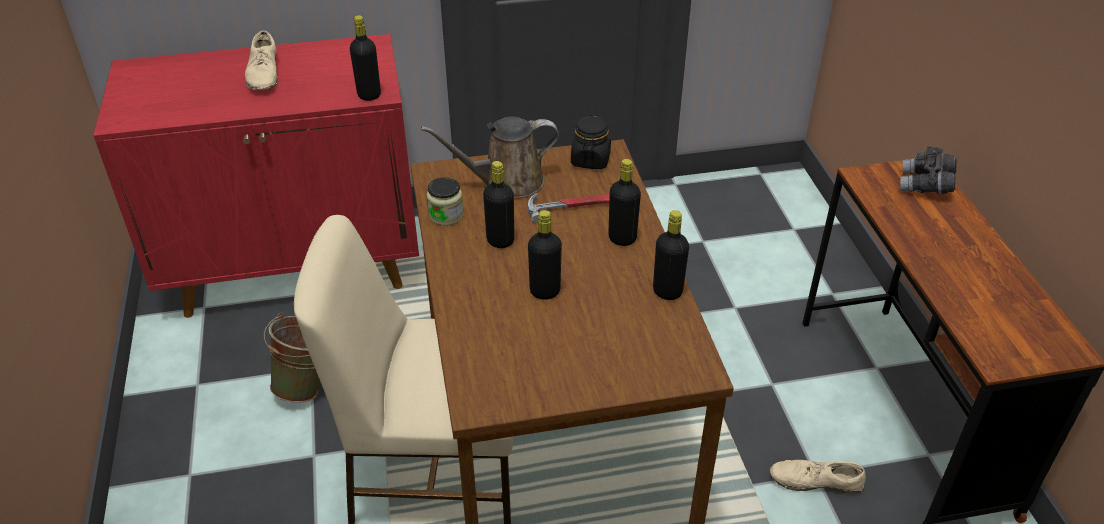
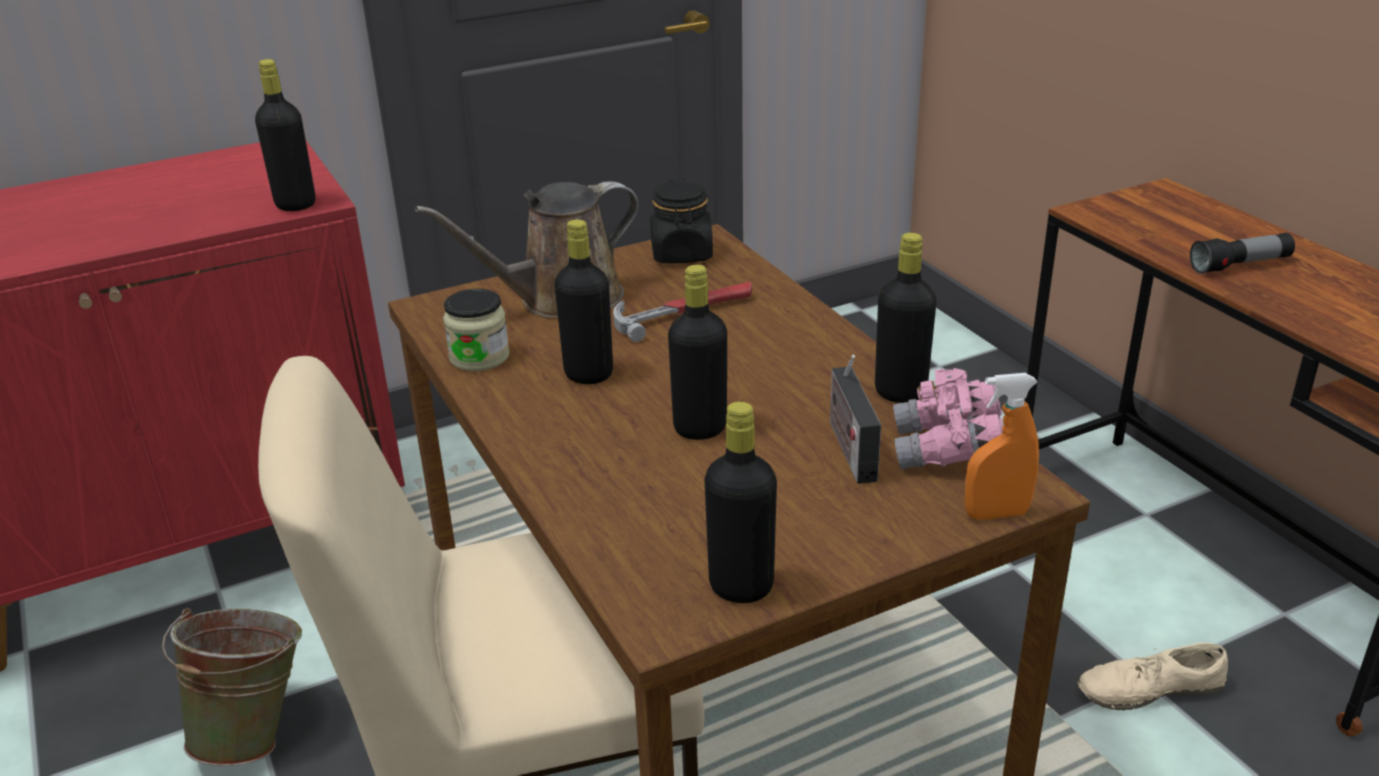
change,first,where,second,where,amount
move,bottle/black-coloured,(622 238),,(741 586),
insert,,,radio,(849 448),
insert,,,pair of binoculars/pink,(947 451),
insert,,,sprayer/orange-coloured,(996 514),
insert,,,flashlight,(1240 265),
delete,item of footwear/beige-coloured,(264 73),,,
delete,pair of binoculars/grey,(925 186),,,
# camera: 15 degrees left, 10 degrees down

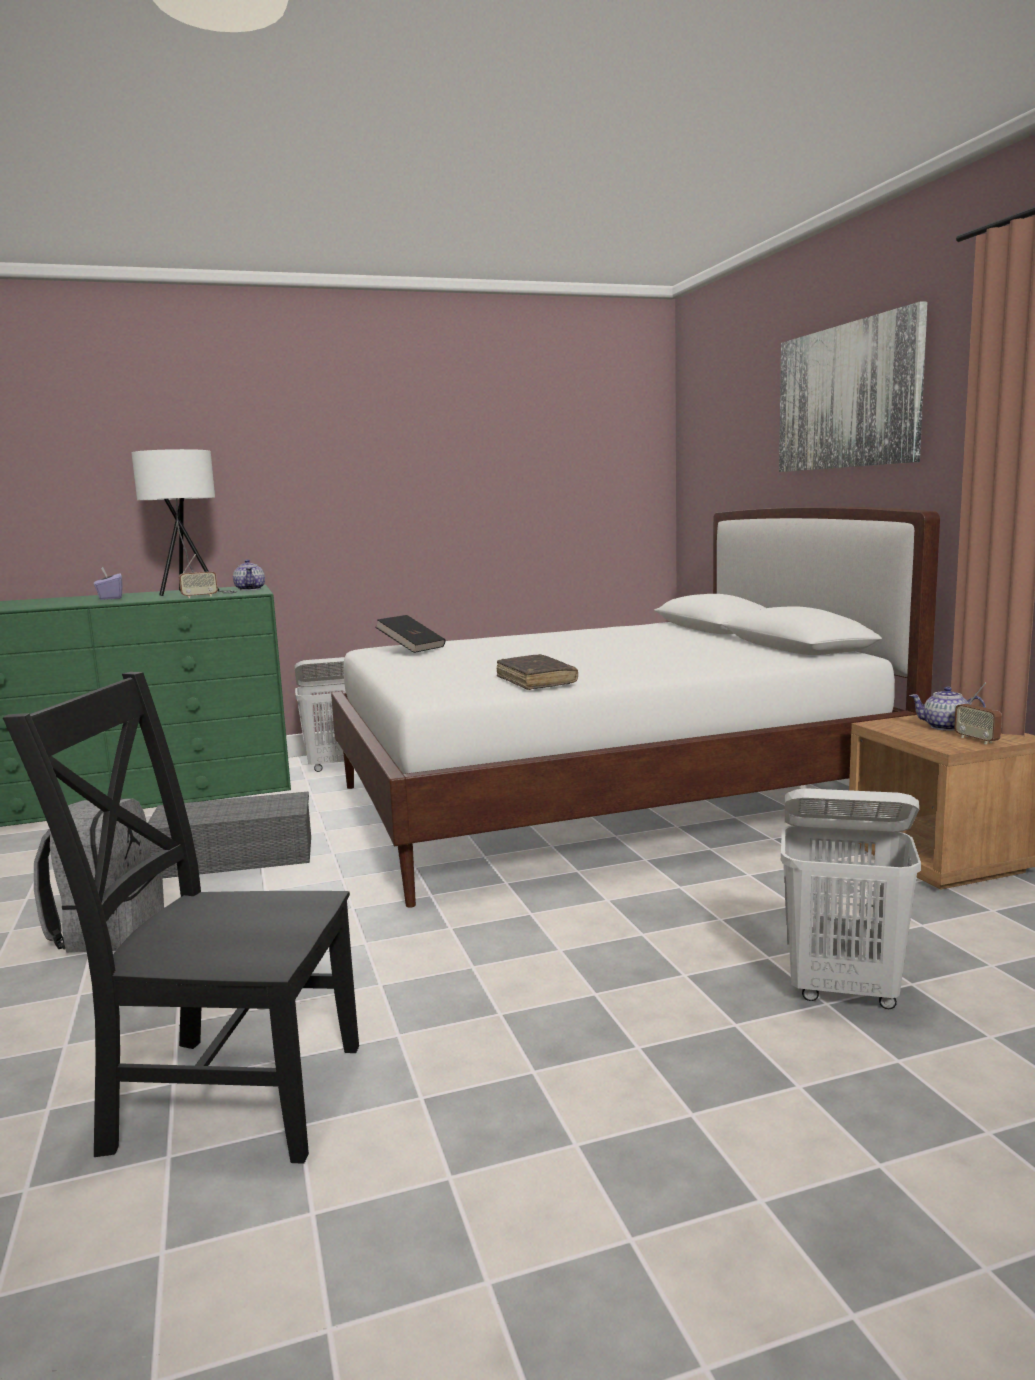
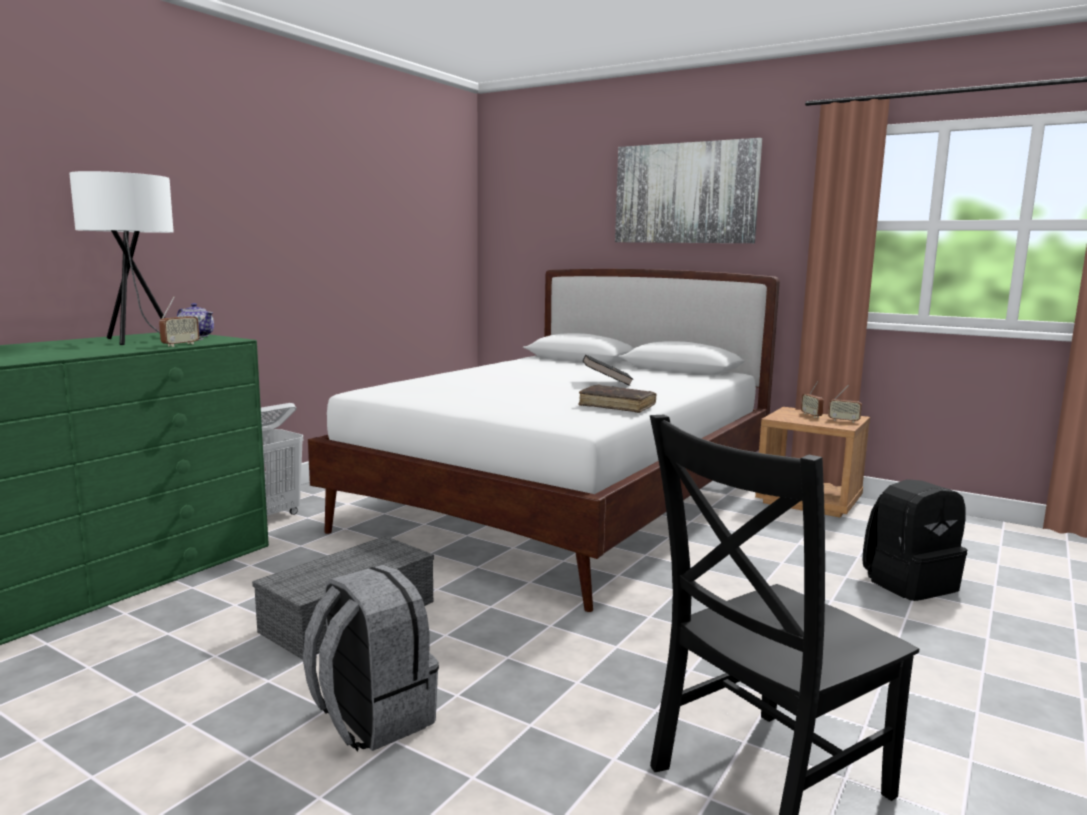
change,first,where,second,where,amount
move,bound book/black-coloured,(411 648),,(606 383),
replace,tea pot,(946 727),radio,(811 415),
replace,hamper/whitish,(844 991),knapsack/black-coloured,(909 583),
delete,box of tissues/purple-coloured,(110 598),,,
# camera: 40 degrees left, 0 degrees up

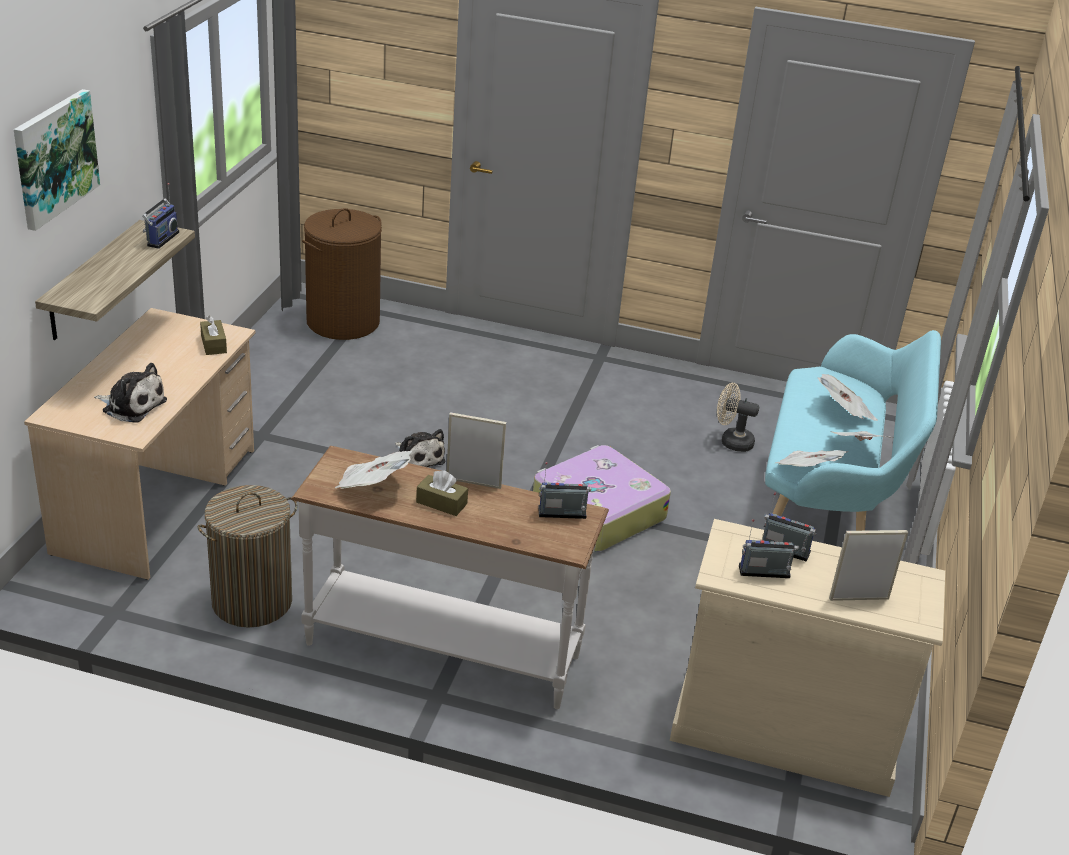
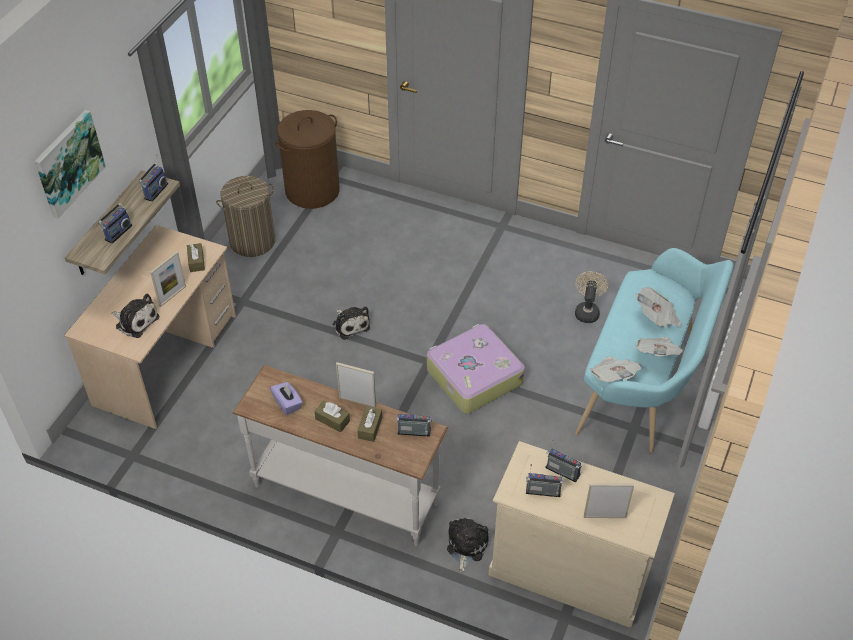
change,first,where,second,where,amount
insert,,,radio,(117 232),
insert,,,photo frame,(172 296),
move,hamper,(252 602),,(252 241),
replace,printed paper,(372 486),box of tissues/purple-coloured,(287 404),
insert,,,box of tissues/brownish,(370 427),
insert,,,plush toy,(466 546),
rotate,cooling fan/beige-coloured,(731 441),,(587 311),75 degrees clockwise
# camera: 10 degrees right, 15 degrees up

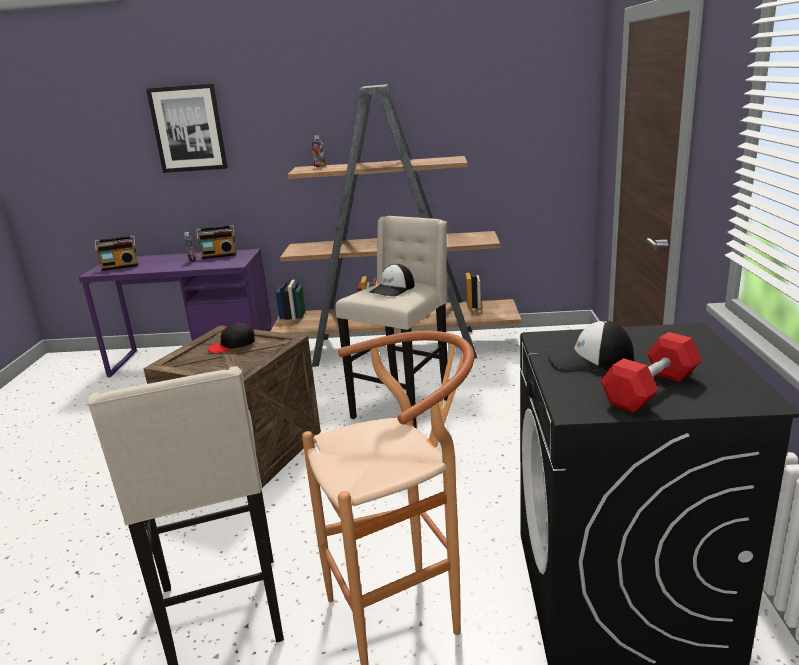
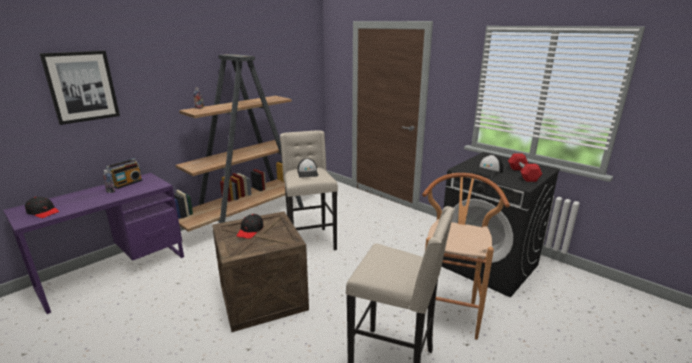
change,first,where,second,where,amount
replace,radio,(120 266),cap/black-coloured,(43 212),
# camera: 50 degrees left, 0 degrees up

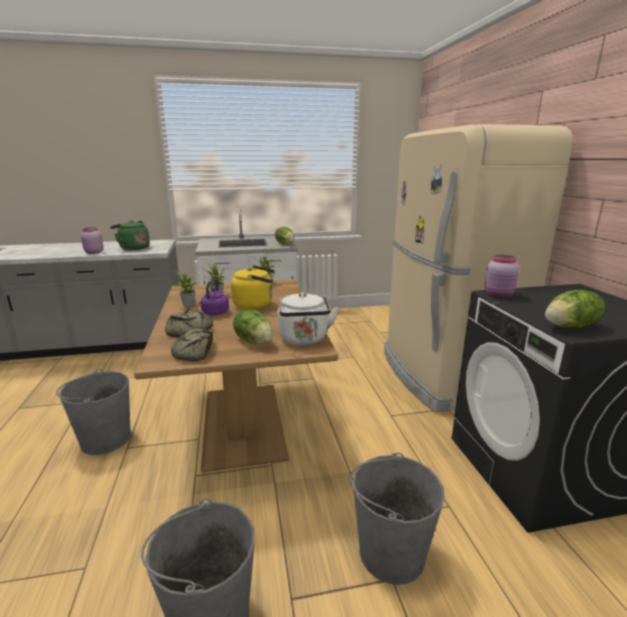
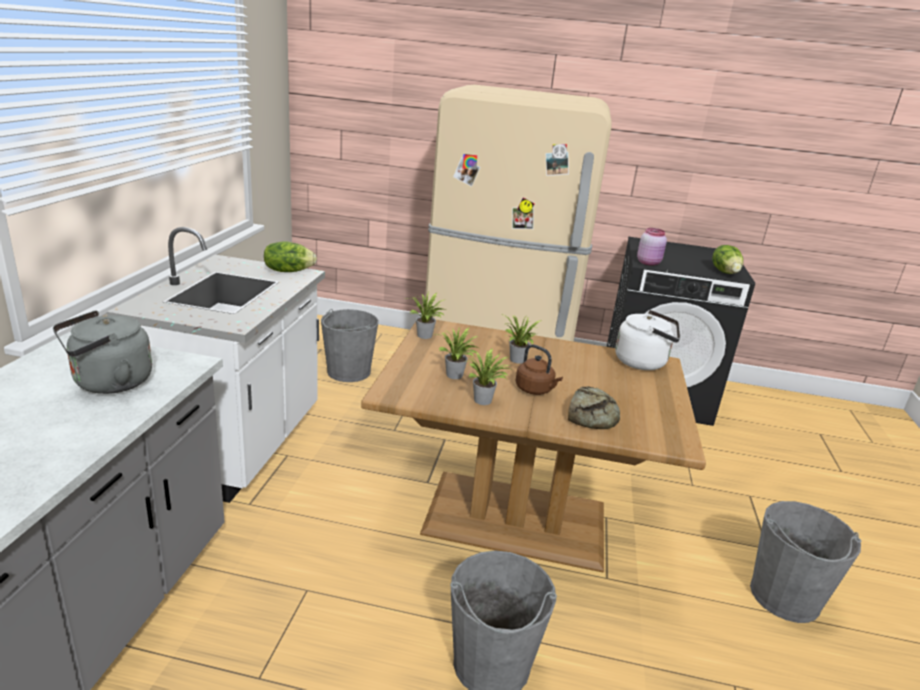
change,first,where,second,where,amount
recolor,kettle/green-coloured,(133 248),kettle/grey,(108 383),
move,bucket/grey,(391 552),,(348 372),
replace,kettle/yellowish,(255 304),potted plant,(517 361),
recolor,kettle/purple-coloured,(214 313),kettle/brownish,(535 390),
delete,storage jar/pink,(94 253),,,
delete,baked bread,(194 352),,,
delete,lettuce,(254 341),,,
# camera: 70 degrees left, 5 degrees up

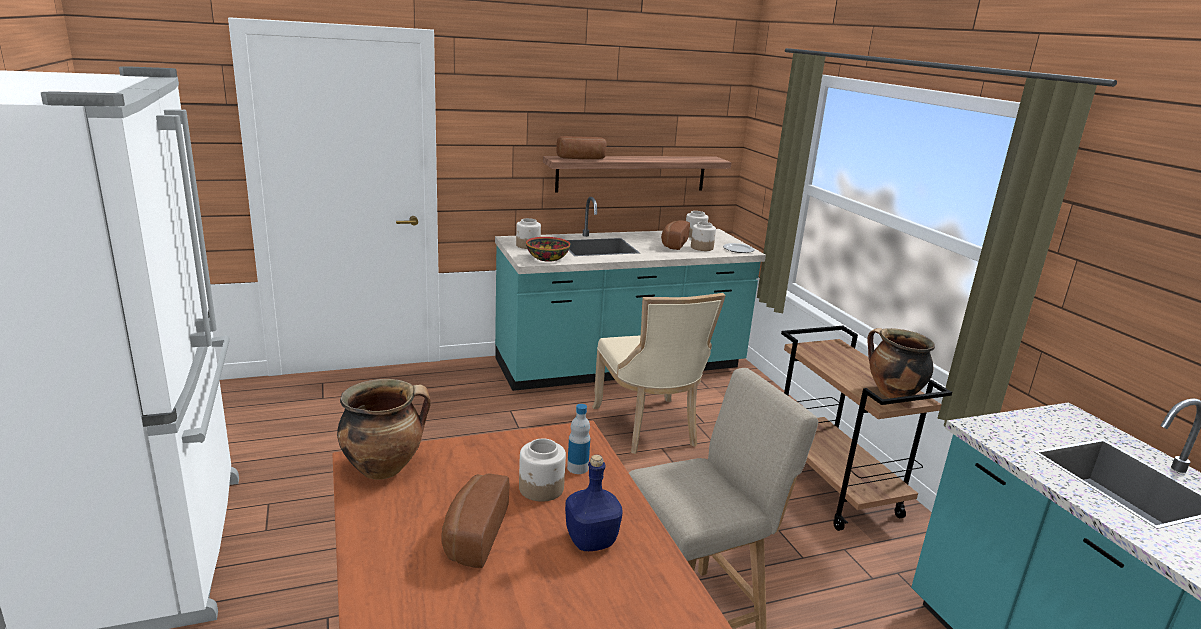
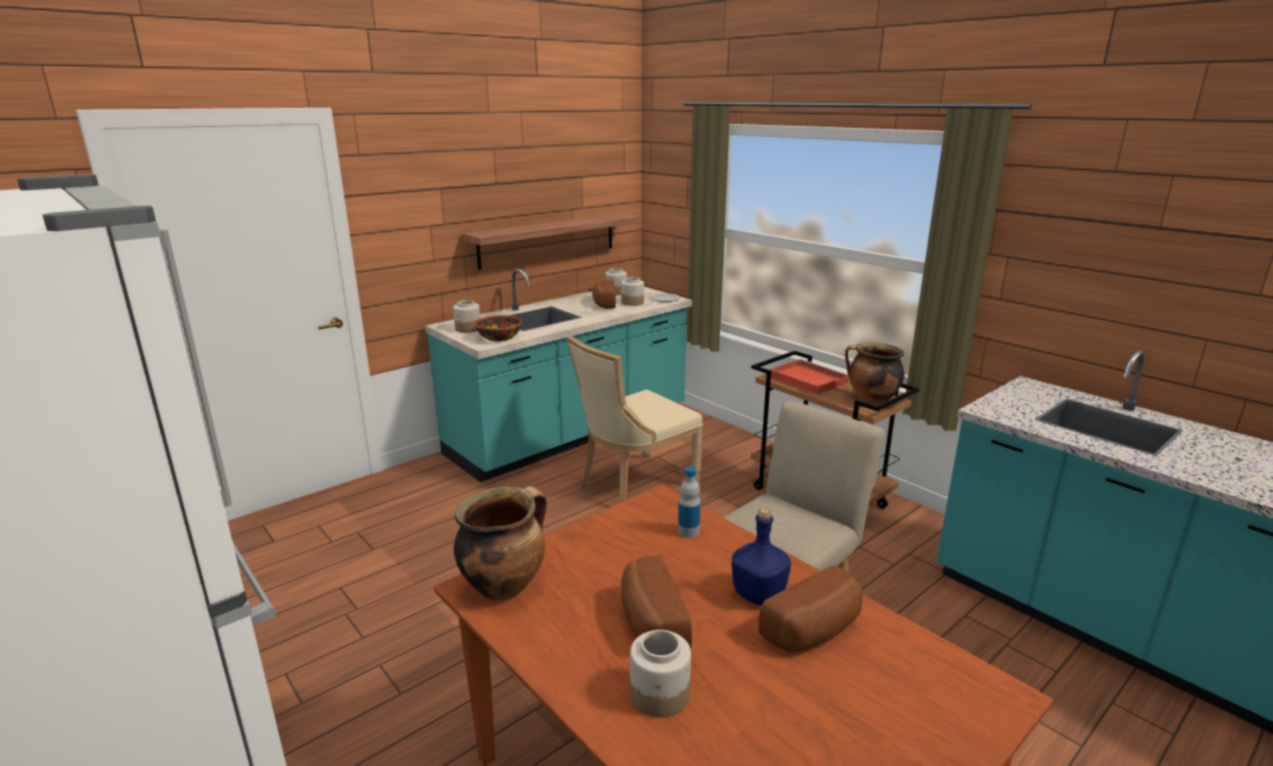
change,first,where,second,where,amount
rotate,upright chair/beige-coloured,(648 428),,(634 485),90 degrees clockwise
move,storage jar,(541 488),,(660 695),
move,baked bread,(582 159),,(815 631),
insert,,,serving tray/red-coloured,(806 379),
# camera: 20 degrees left, 0 degrees up

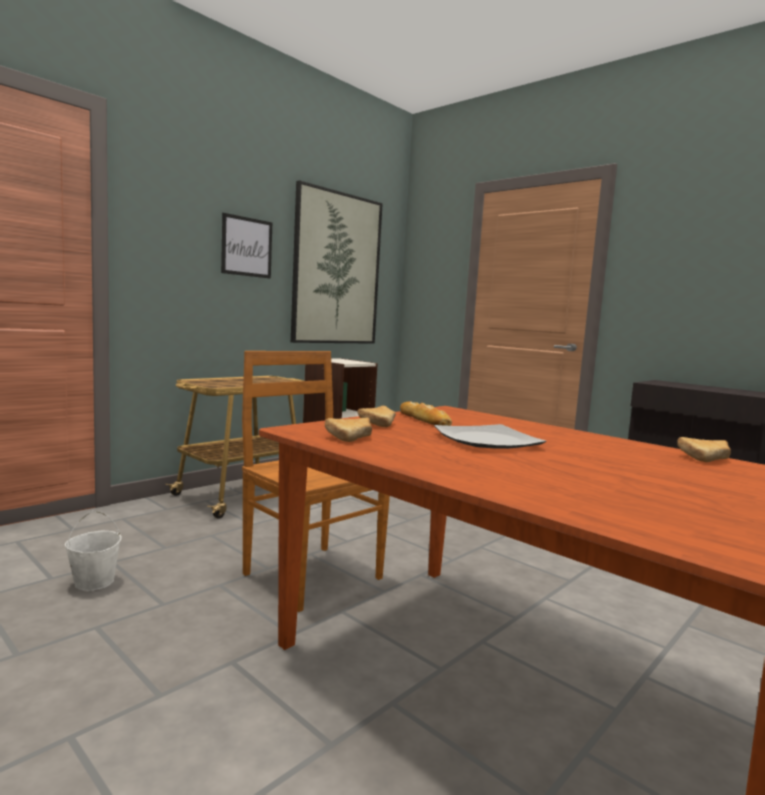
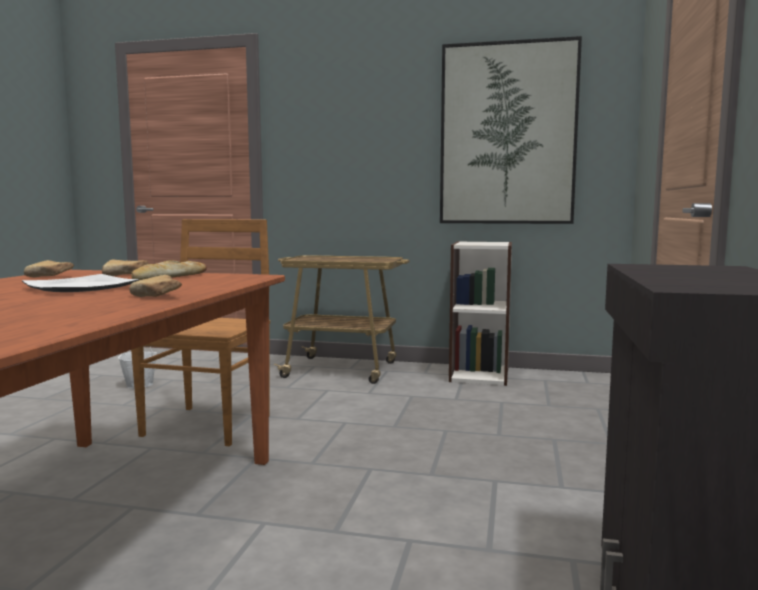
change,first,where,second,where,amount
move,baked bread,(707 458),,(160 297),
delete,wall art,(247 247),,,
# camera: 60 degrees right, 0 degrees up

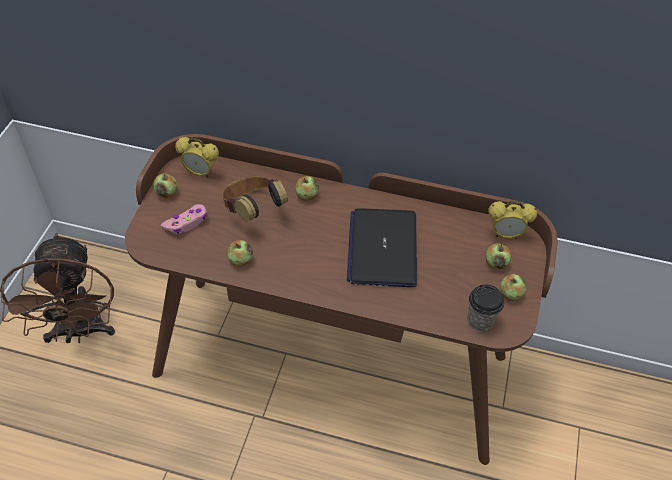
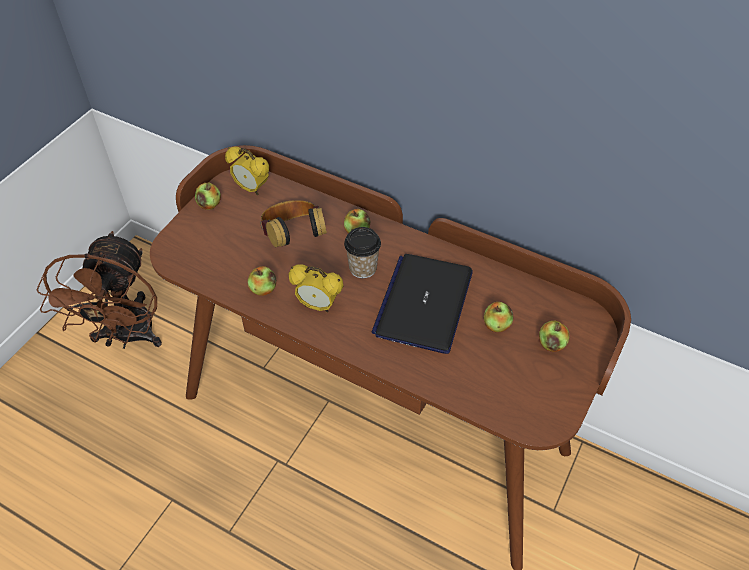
change,first,where,second,where,amount
move,alarm clock,(505 235),,(318 305),
move,cup,(480 321),,(363 268),
move,apple fruit,(510 294),,(496 325),
delete,joypad/pink,(186 223),,,
# camera: 15 degrees right, 0 degrees up

